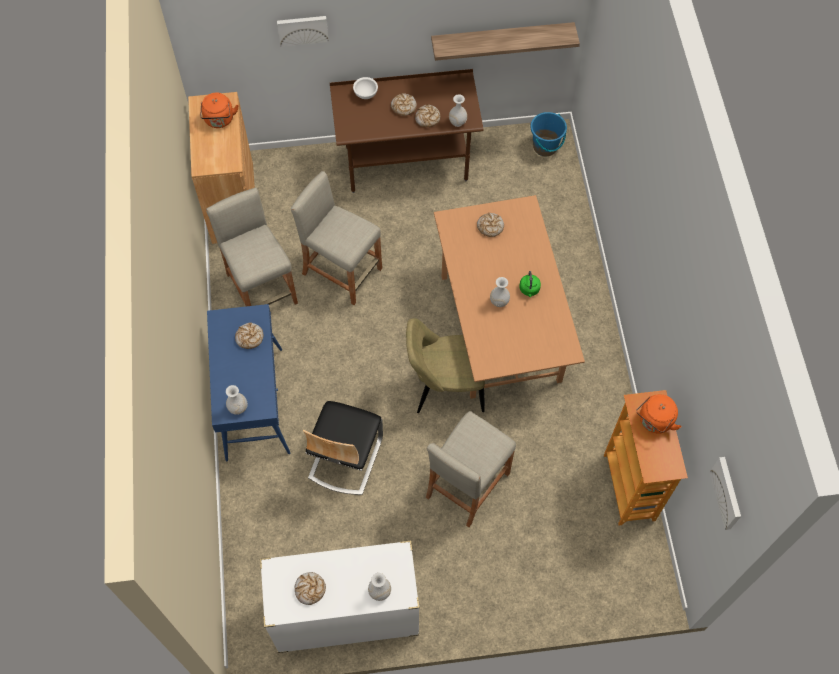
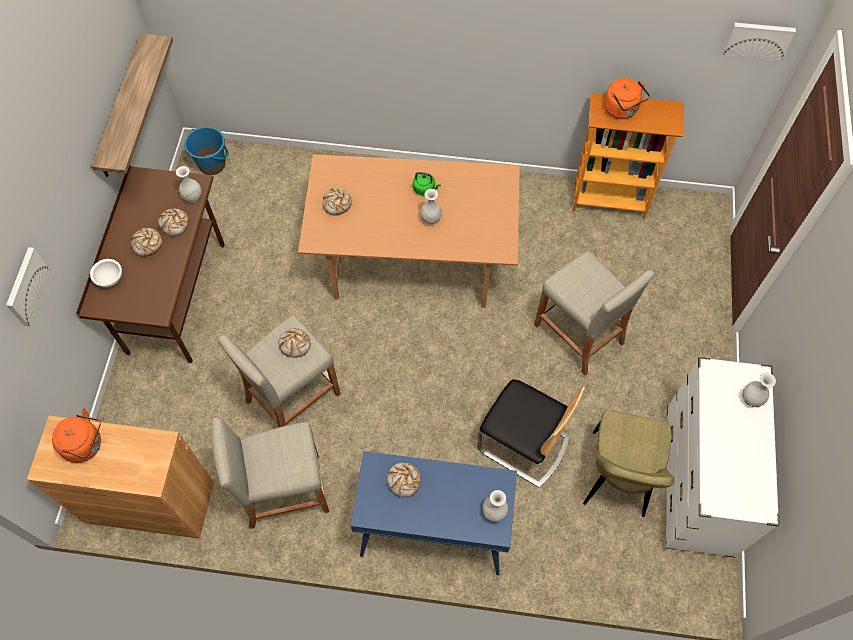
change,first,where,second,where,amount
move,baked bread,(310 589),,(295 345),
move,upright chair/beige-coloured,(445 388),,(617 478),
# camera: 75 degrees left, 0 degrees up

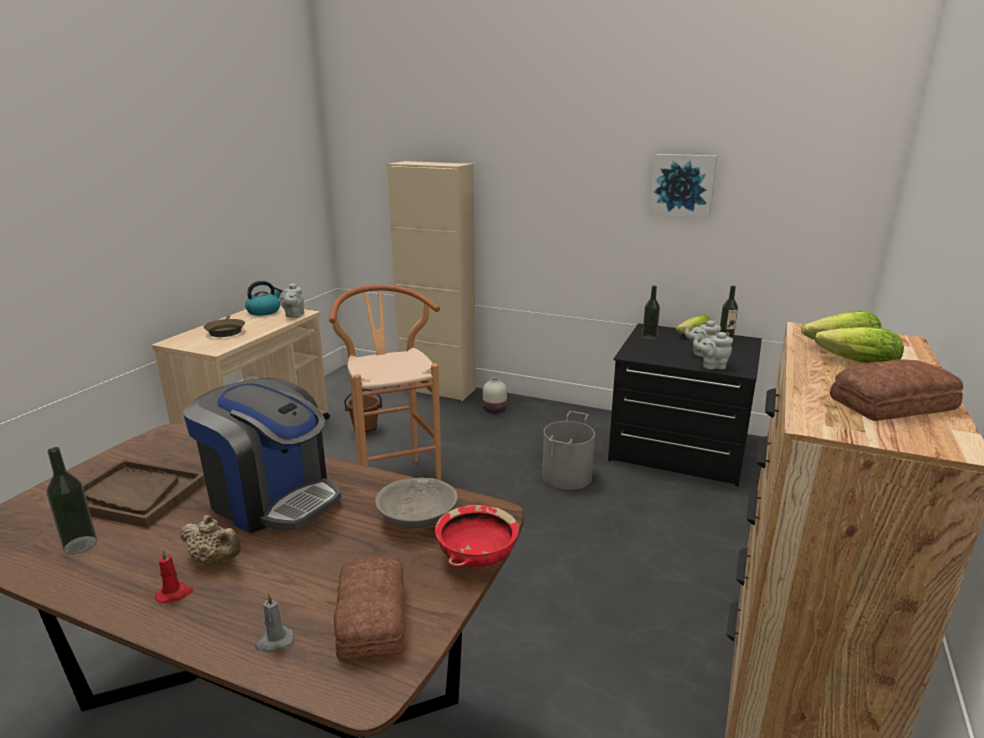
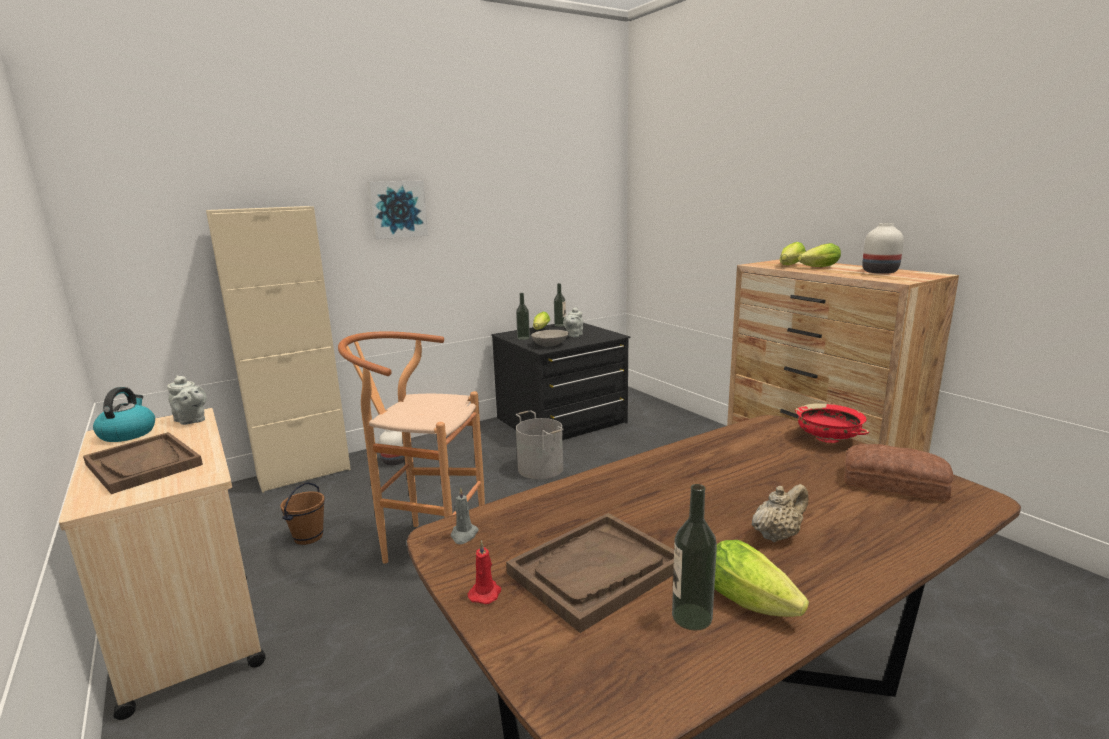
change,first,where,second,where,amount
replace,frying pan/brownish,(225 331),serving tray/brownish,(144 464),
move,wall art,(682 185),,(397 209),
move,wax light/grey,(274 642),,(464 535),
move,wax light/red-coloured,(175 594),,(485 593),
move,bowl/grey,(417 518),,(550 344),
insert,,,lettuce,(754 603),
replace,baked bread,(895 404),flower vase/whitish,(880 272),
delete,coffee maker,(272 498),,,
delete,tea pot/grey,(711 366),,,
# camera: 55 degrees left, 5 degrees down

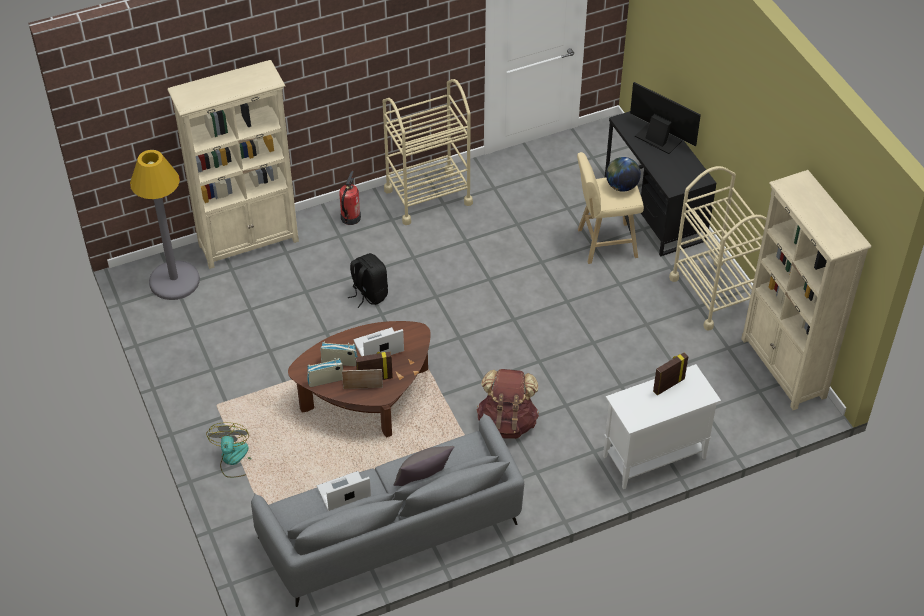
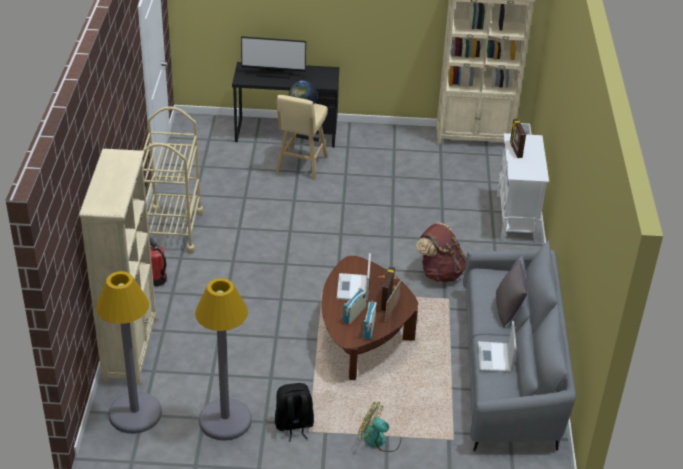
change,first,where,second,where,amount
insert,,,standing lamp/grey,(225 420),
rotate,computer screen,(658 138),,(274 72),150 degrees counterclockwise
move,knapsack/black-coloured,(369 294),,(294 425),
delete,wheeled cart/beige-coloured,(713 294),,,
# camera: 65 degrees left, 10 degrees down

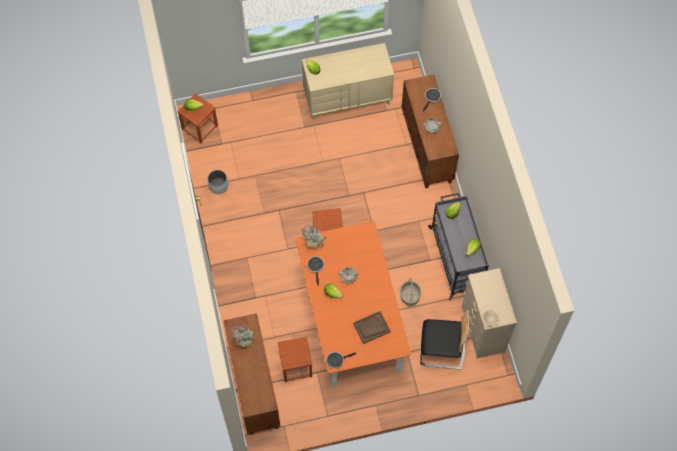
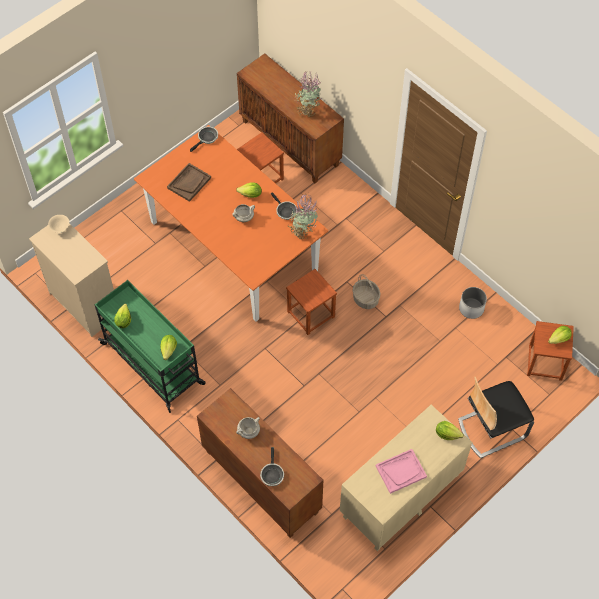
change,first,where,second,where,amount
recolor,wheeled cart/grey,(456 258),wheeled cart/green-coloured,(153 364),
move,storage basket,(409 296),,(366 299),
insert,,,serving tray/pink,(401 471),
move,upright chair,(442 350),,(491 428),
# camera: 150 degrees right, 5 degrees down

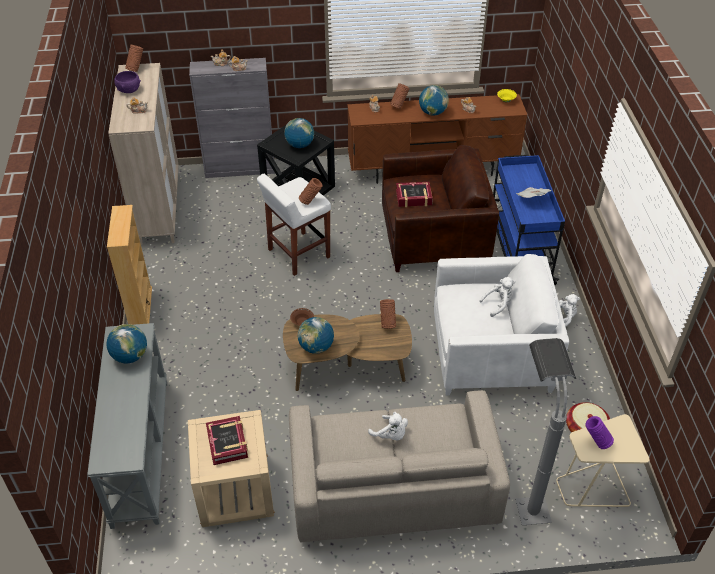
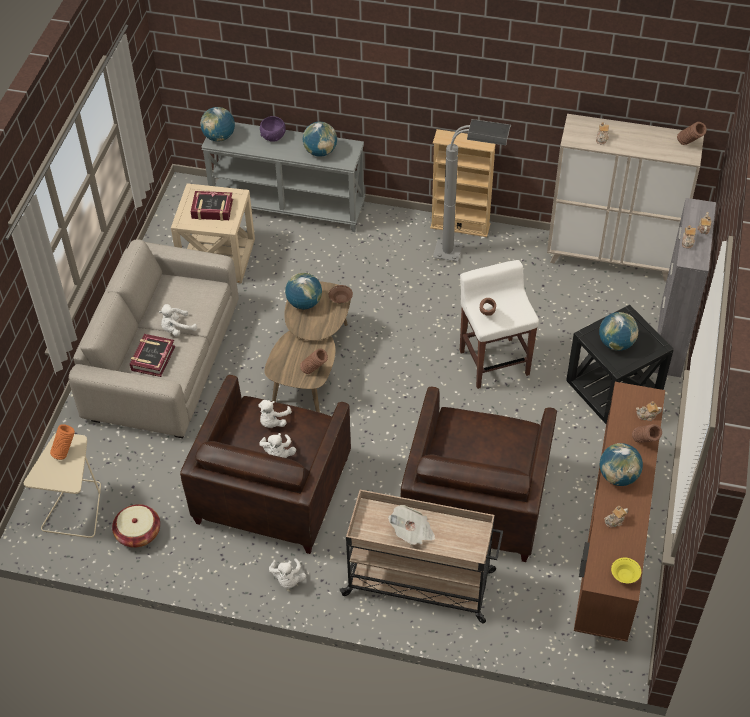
change,first,where,second,where,amount
recolor,flower vase/purple-coloured,(596 442),flower vase/orange-coloured,(65 452),
move,bound book,(413 197),,(152 358),
recolor,easy chair/whitish,(491 353),easy chair/brownish,(272 489),
insert,,,globe,(219 137),
insert,,,plush toy/whitish,(273 421),
move,bowl/purple-coloured,(129 90),,(273 136),
recolor,wheeled cart/bluish,(518 249),wheeled cart/beige-coloured,(421 583),
move,standing lamp/grey,(526 493),,(466 255),
# camera: 110 degrees right, 5 degrees up

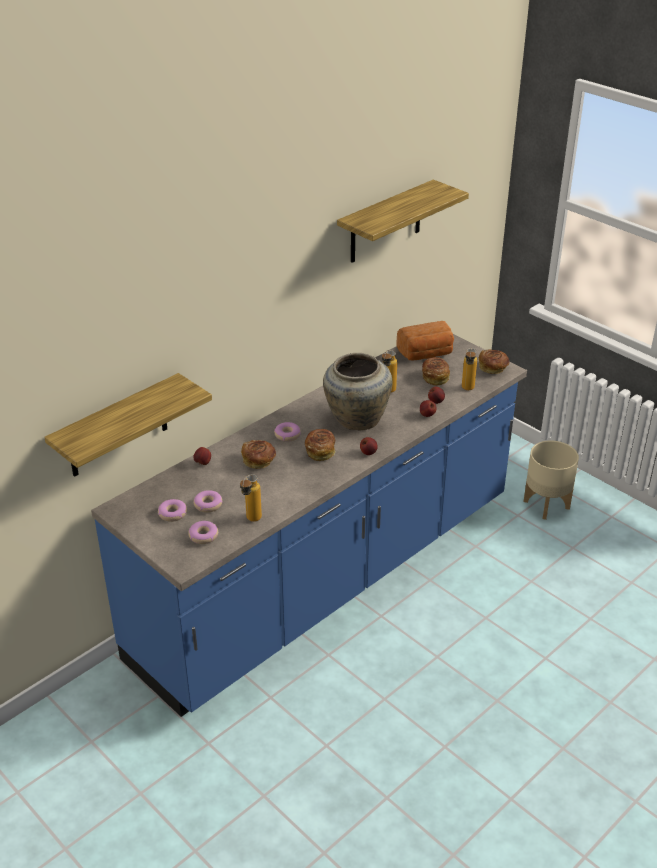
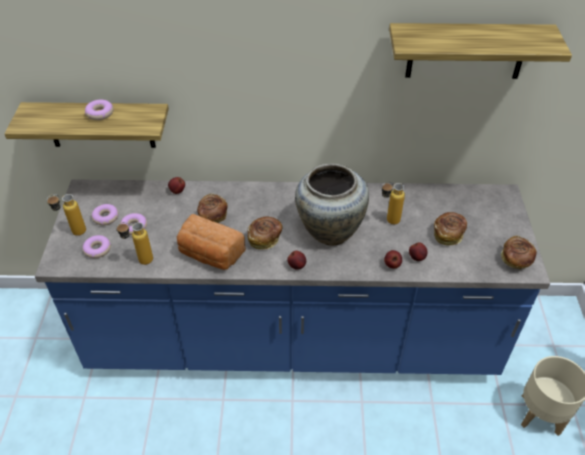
change,first,where,second,where,amount
move,bottle,(467 390),,(73 233),
move,doughnut,(287 435),,(100 113),
move,baked bread,(426 354),,(210 255),
# camera: 45 degrees right, 10 degrees up

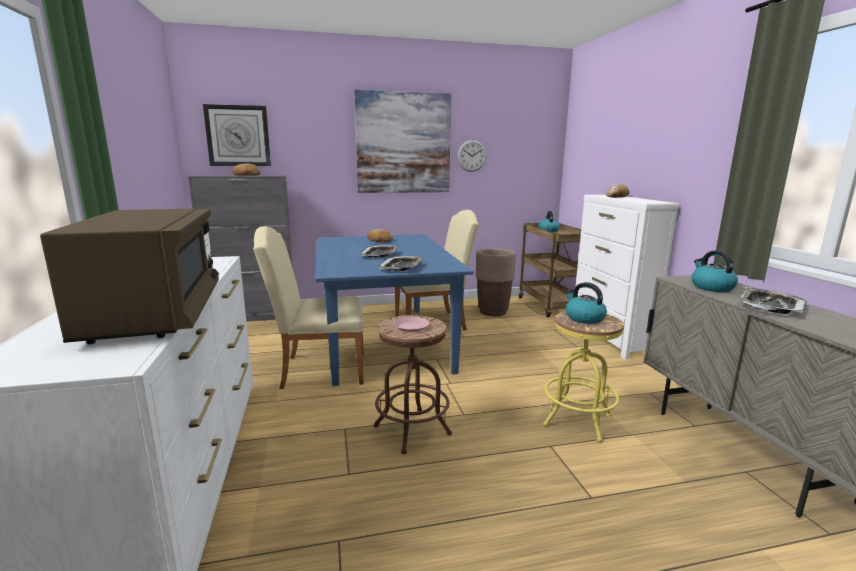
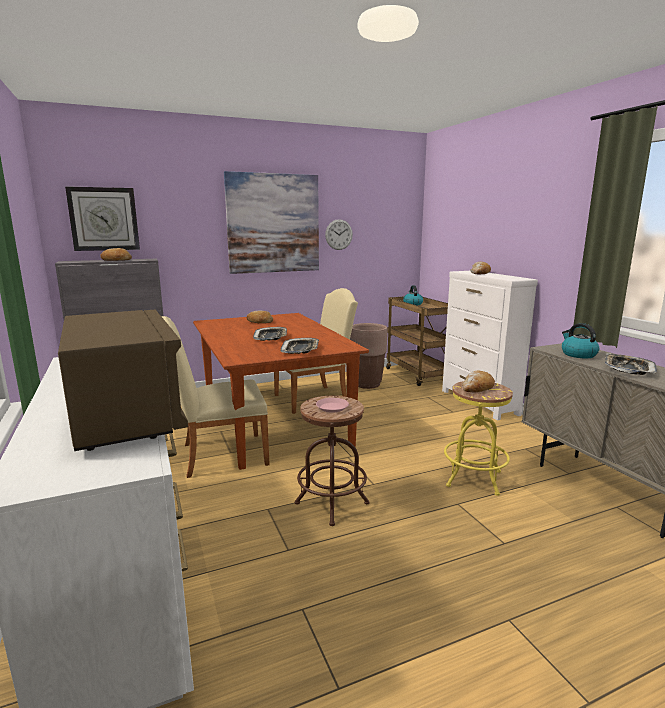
change,first,where,second,where,amount
recolor,dining table/bluish,(383 341),dining table/brownish,(272 421),
replace,kettle,(584 318),baked bread,(477 388),
# camera: 10 degrees left, 0 degrees up

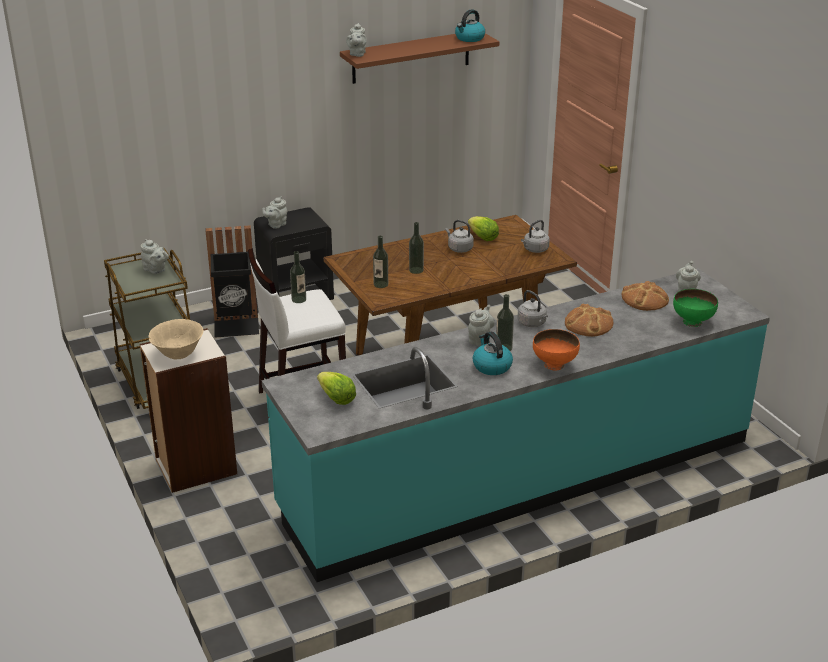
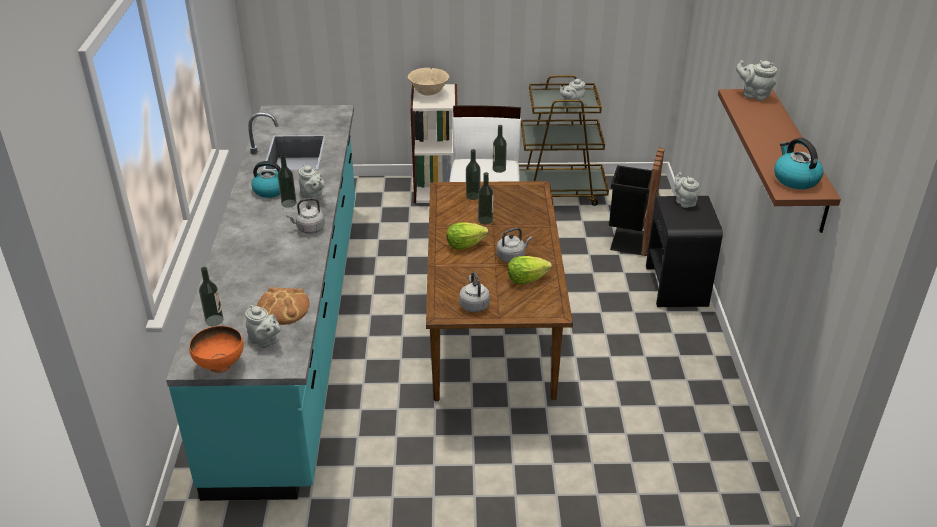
change,first,where,second,where,amount
move,bowl/orange-coloured,(555 365),,(220 366),
replace,bowl/green-coloured,(692 322),bottle,(214 320),
move,lettuce,(336 399),,(464 245),
delete,baked bread,(588 324),,,
# camera: 115 degrees right, 5 degrees up

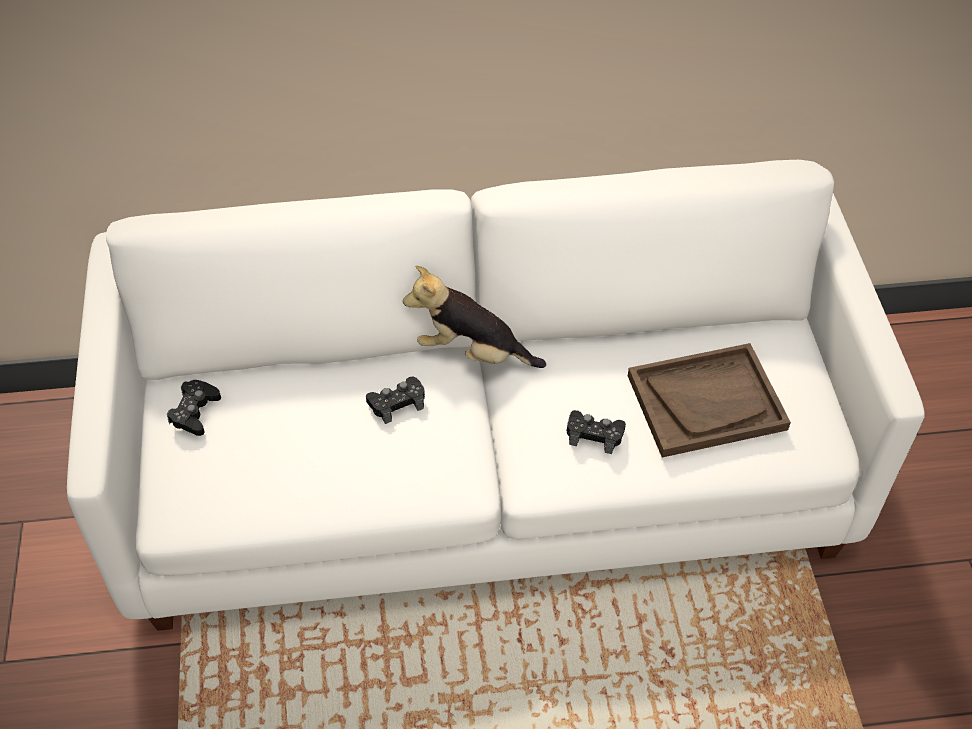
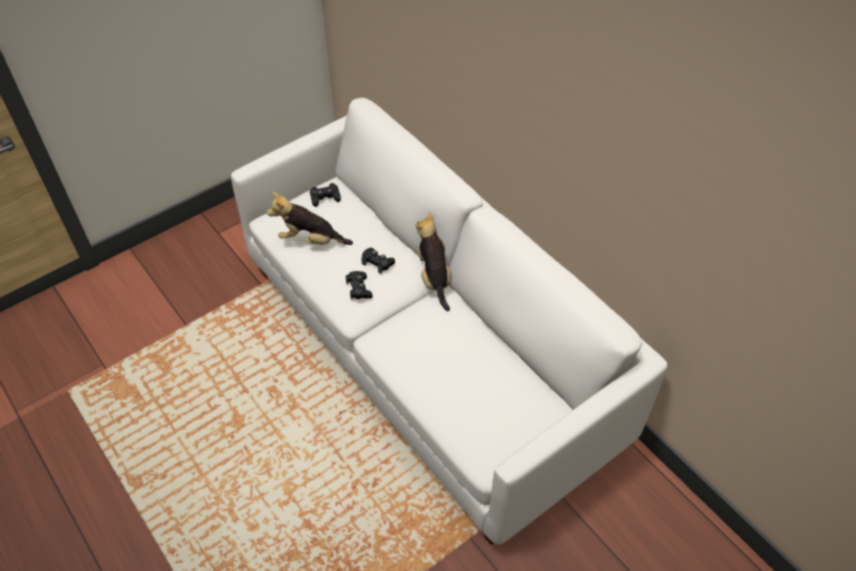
change,first,where,second,where,amount
insert,,,plush toy,(310 240),
move,joypad/black-coloured,(594 435),,(359 288),
delete,serving tray/brownish,(706 402),,,
# camera: 60 degrees right, 0 degrees up

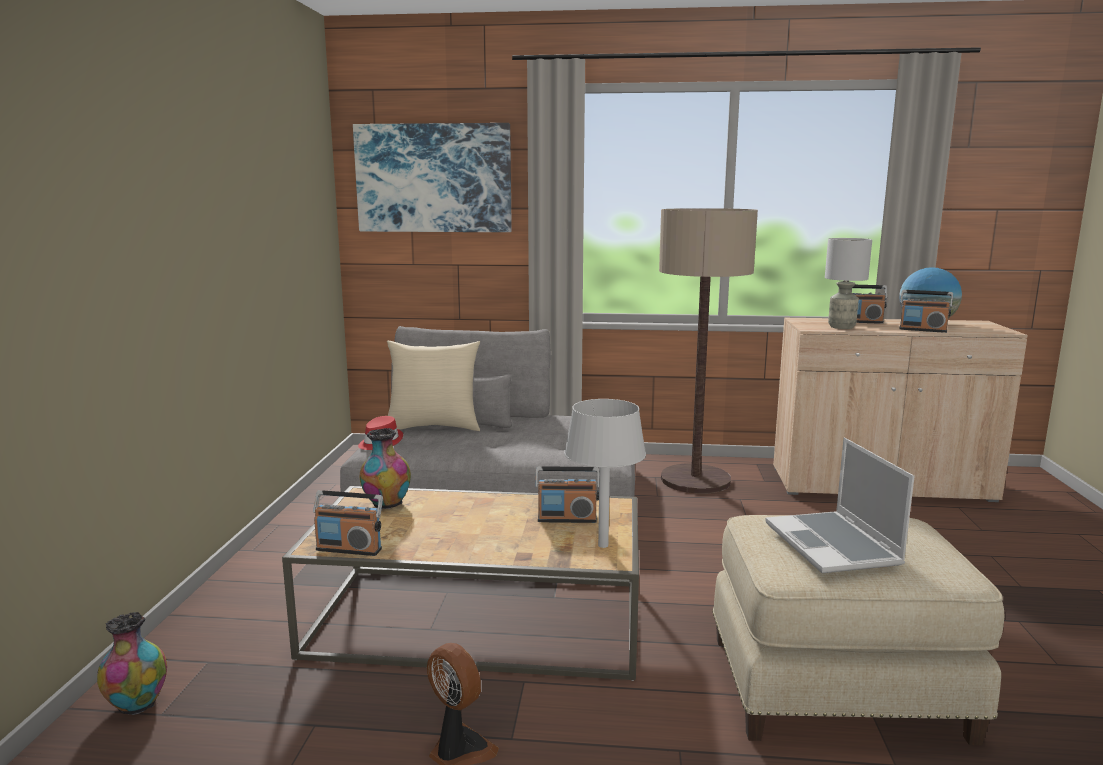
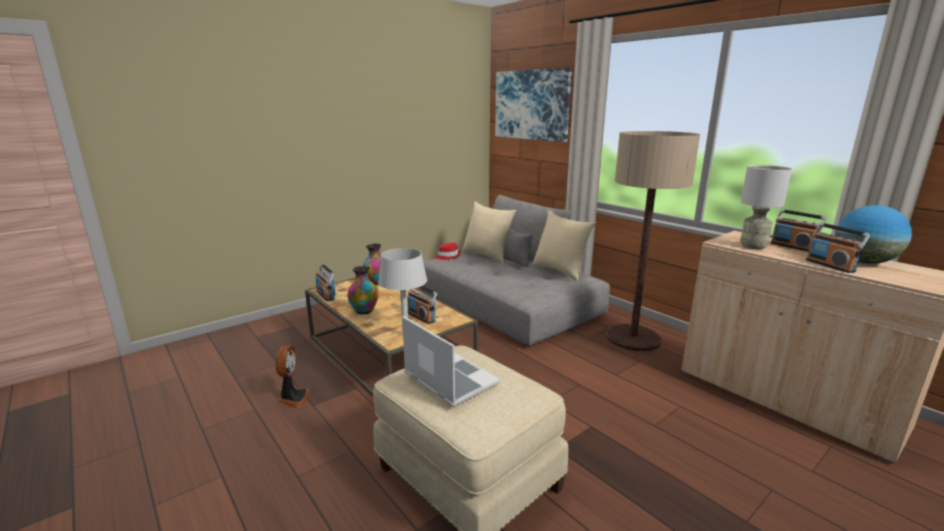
change,first,where,second,where,amount
move,flower vase,(137 704),,(364 311),
rotate,notebook computer,(834 545),,(449 379),105 degrees clockwise
insert,,,pillow/beige-coloured,(560 271),
# camera: 45 degrees right, 5 degrees up

